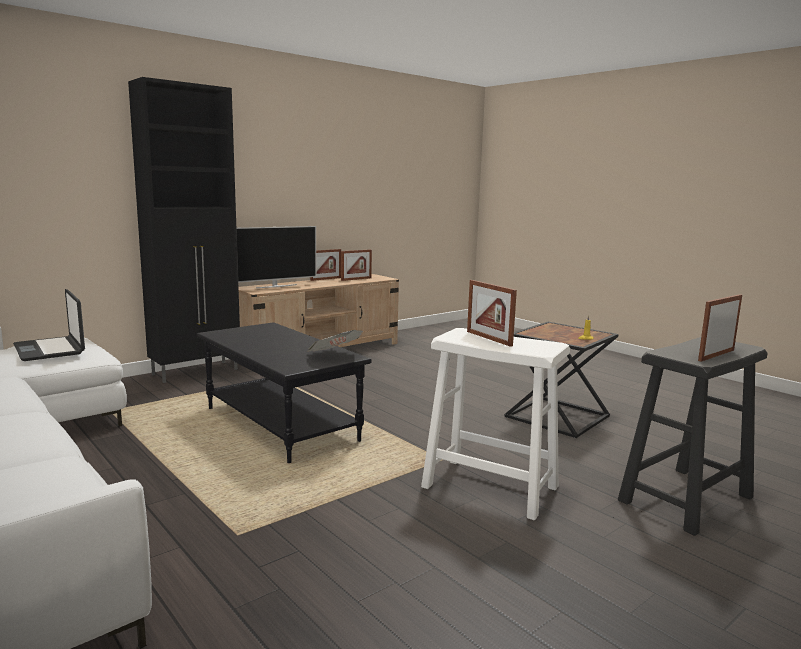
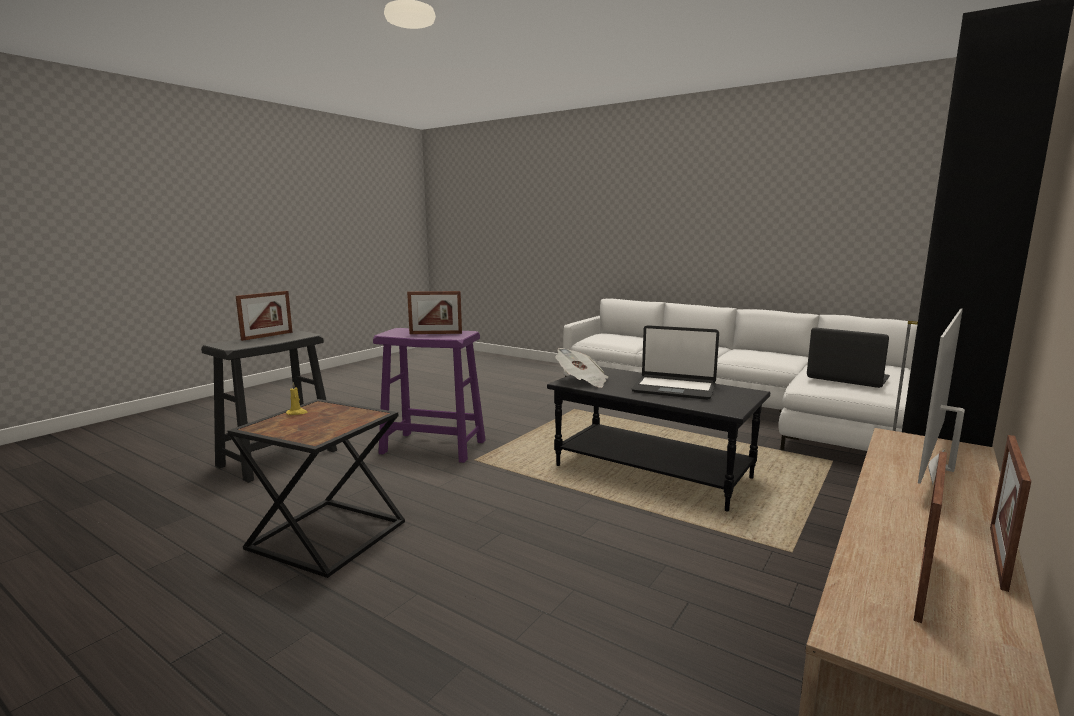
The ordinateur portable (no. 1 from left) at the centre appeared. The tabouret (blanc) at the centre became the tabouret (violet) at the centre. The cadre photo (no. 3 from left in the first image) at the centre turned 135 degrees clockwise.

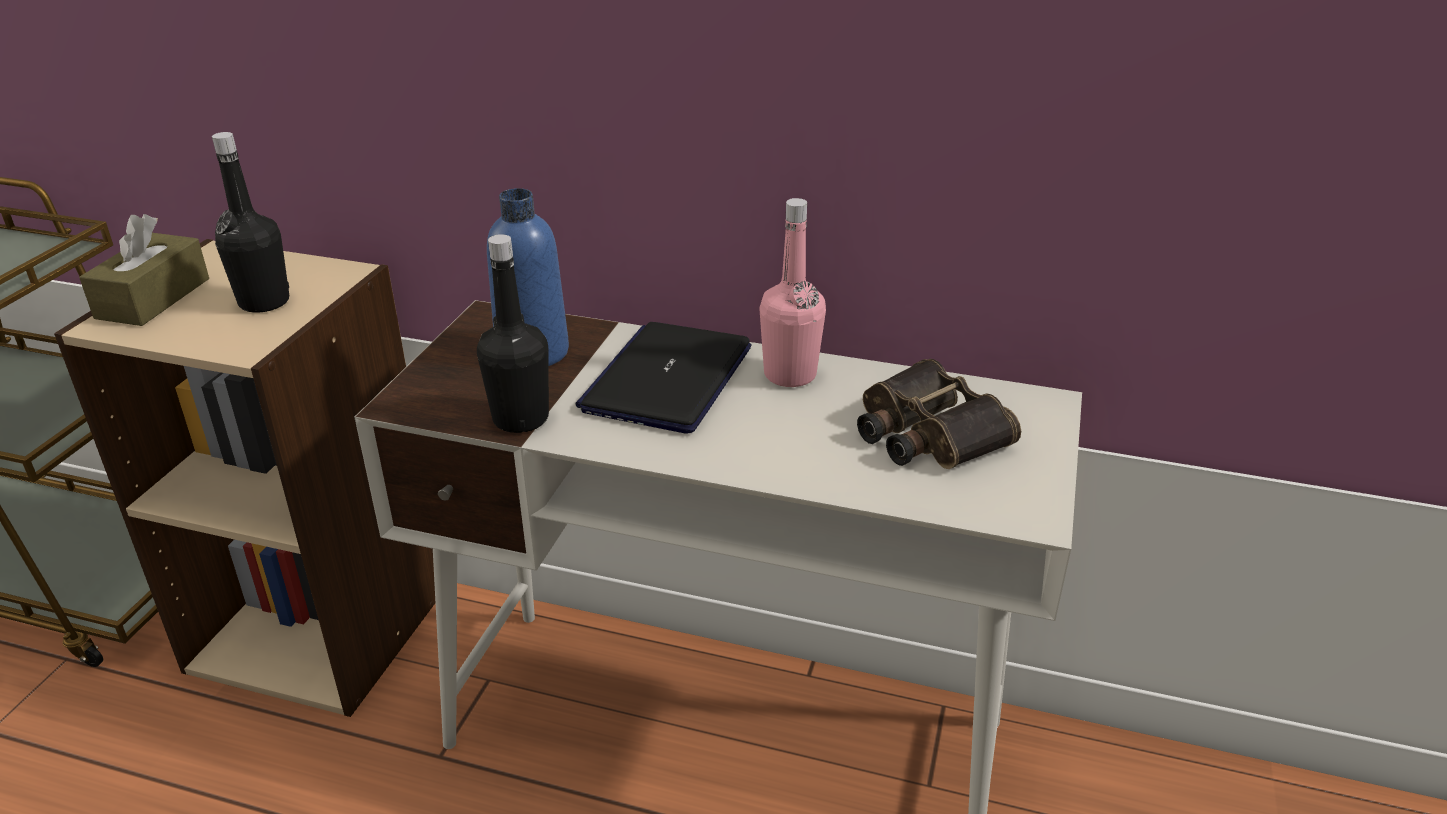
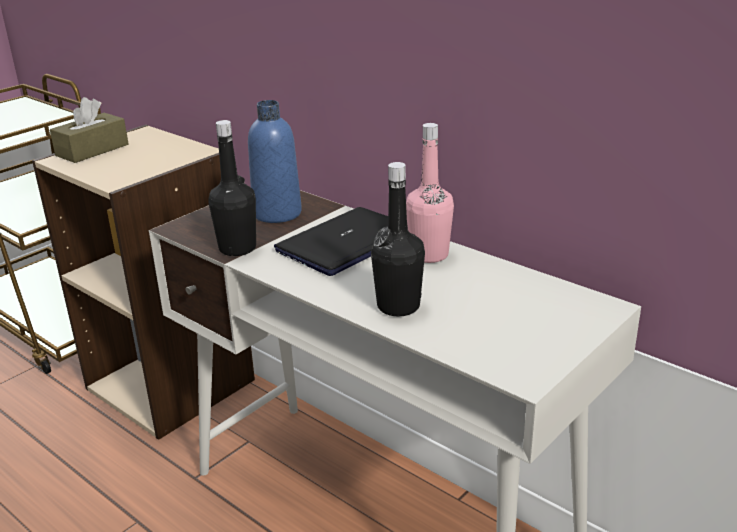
The jumelles at the centre disappeared. The bouteille (noir) (no. 1 from left in the first image) moved from the top left to the centre.

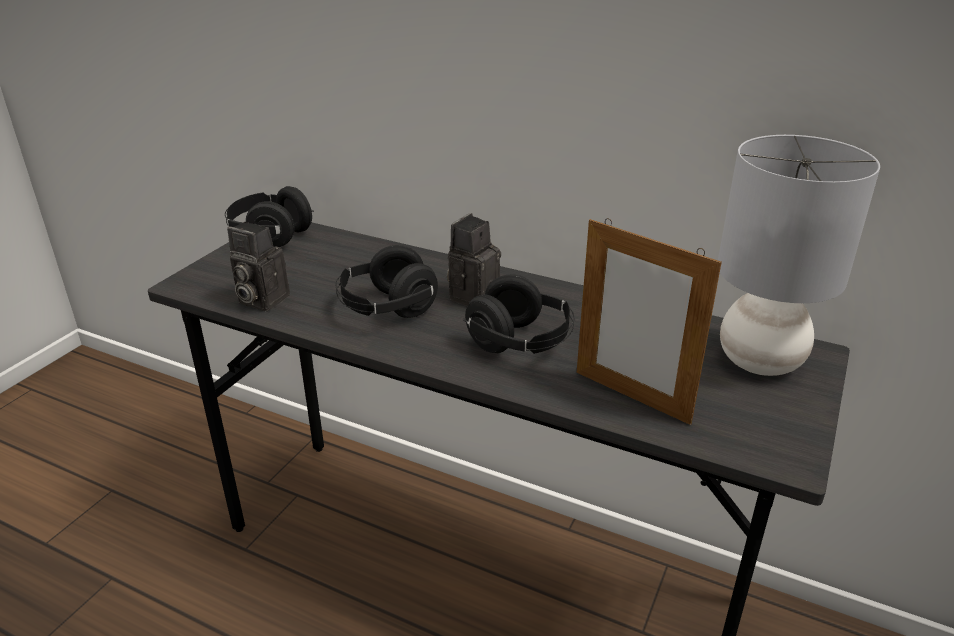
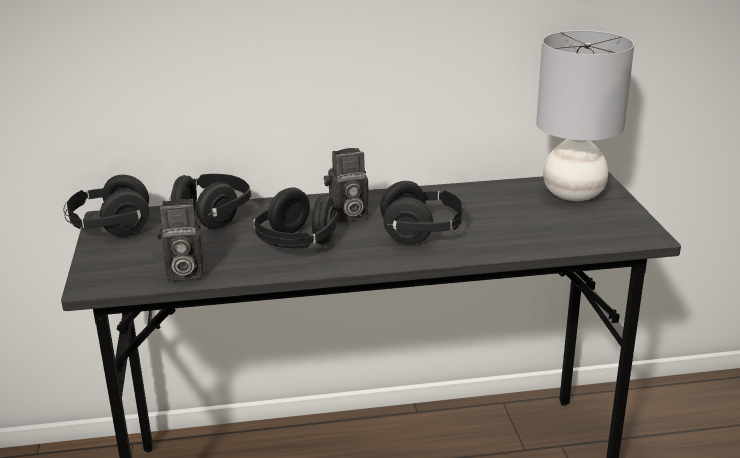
The cadre photo at the middle right disappeared. The casque audio (noir) (no. 2 from left) at the middle left appeared. The appareil photo (no. 2 from left) at the centre turned 105 degrees counterclockwise.

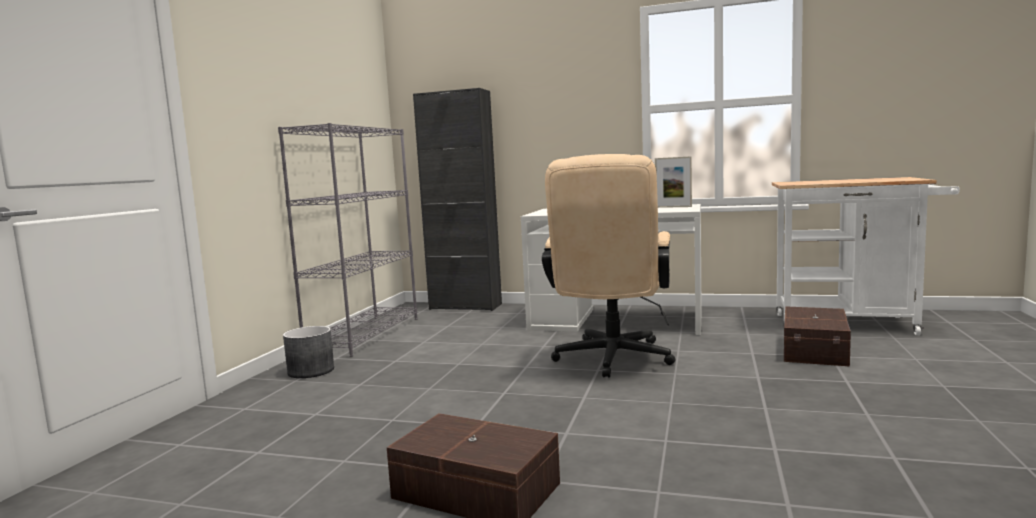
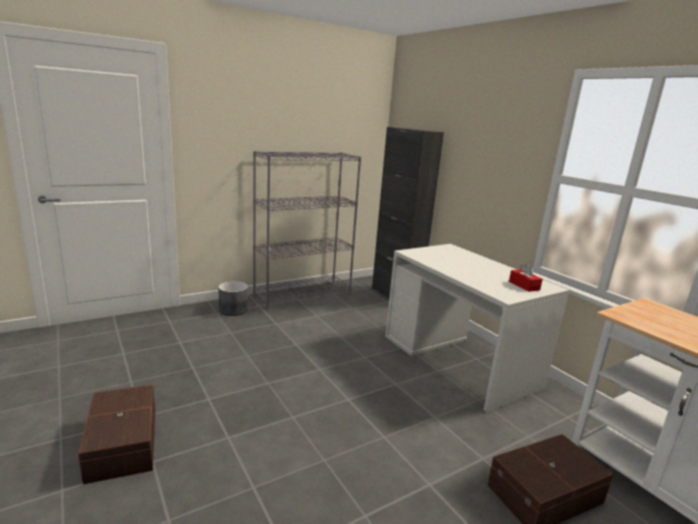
The chaise de bureau (beige) at the centre disappeared. The cadre photo at the centre was replaced by the boîte à mouchoirs (rouge) at the middle right.

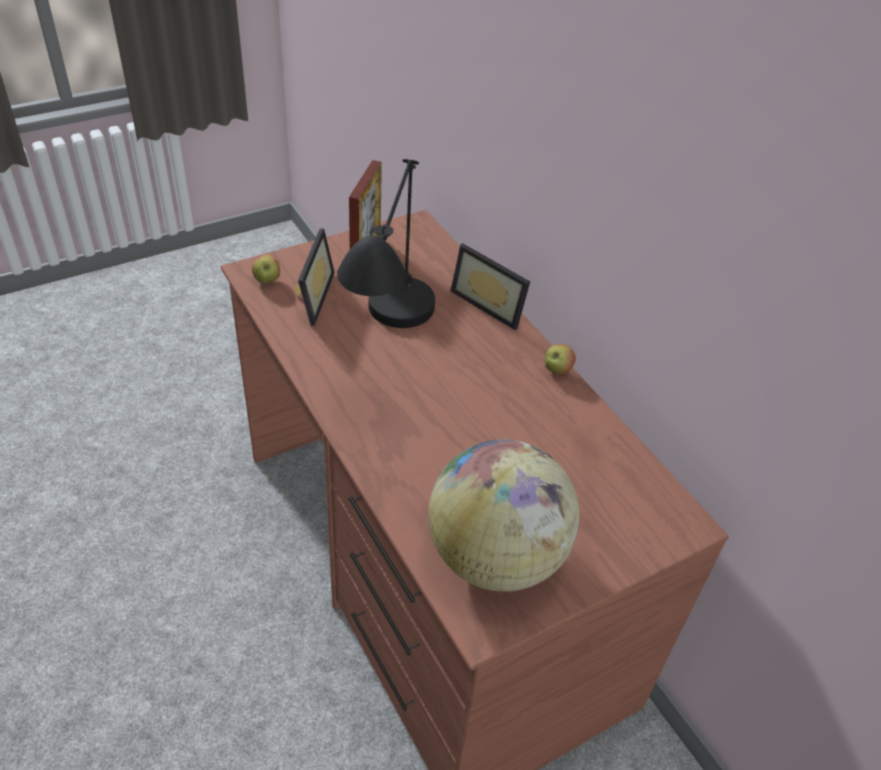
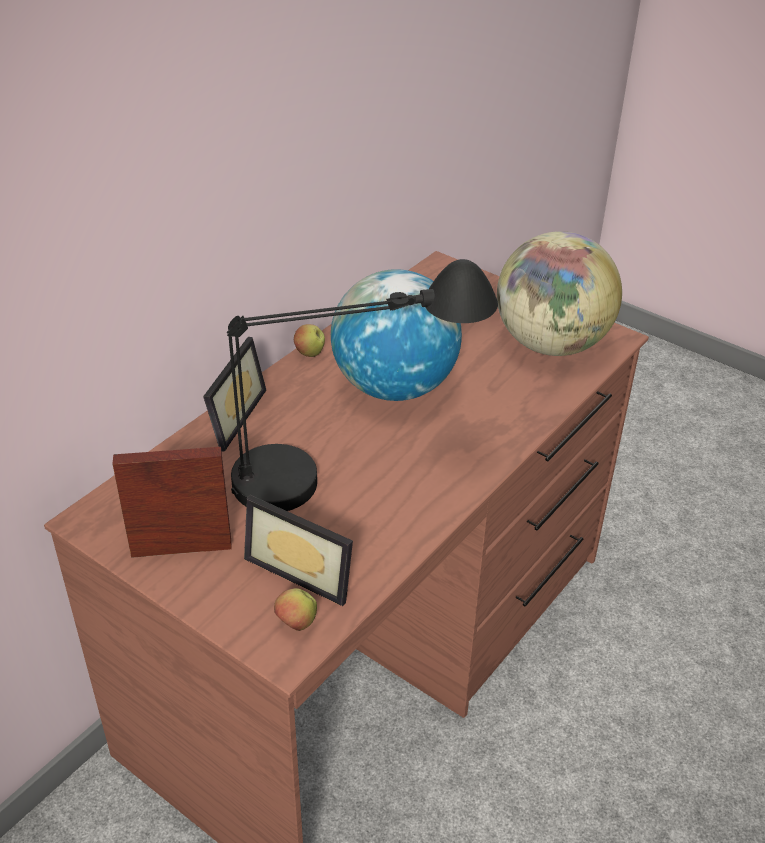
The globe (no. 1 from left) at the centre appeared. The cadre photo (no. 1 from left in the first image) at the centre turned 135 degrees counterclockwise.

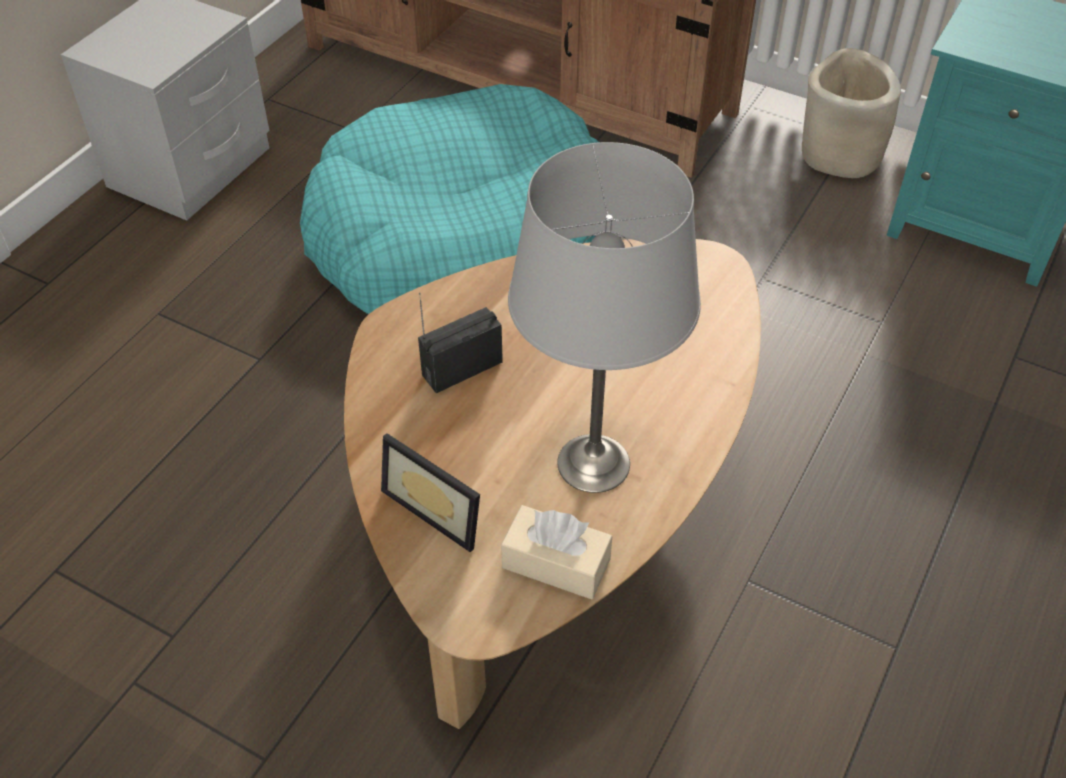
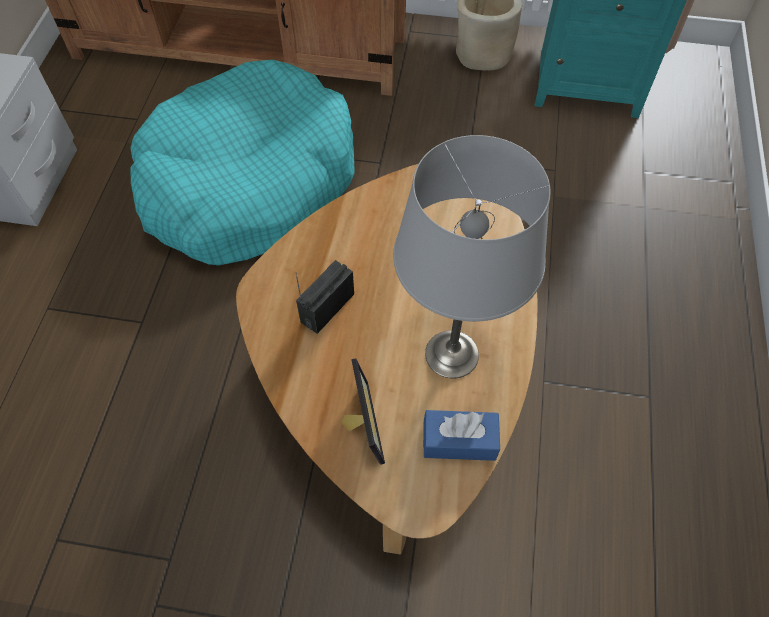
The boîte à mouchoirs (beige) at the bottom centre became the boîte à mouchoirs (bleu) at the bottom centre. The cadre photo at the centre turned 120 degrees counterclockwise.

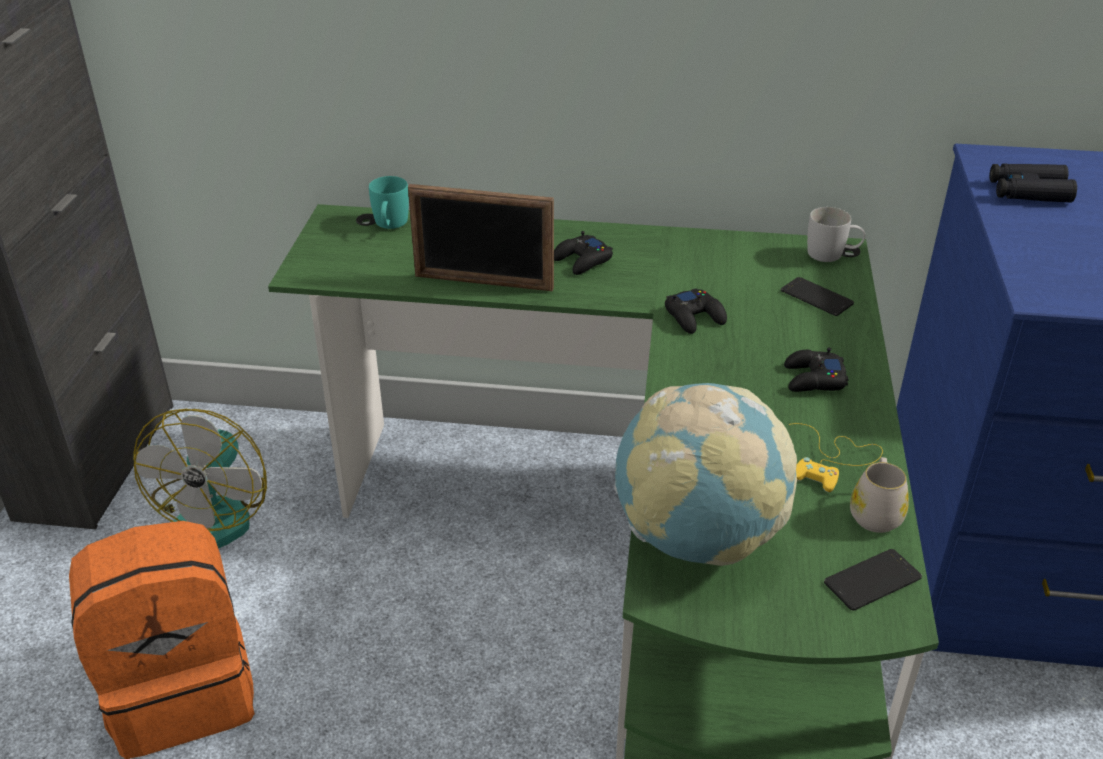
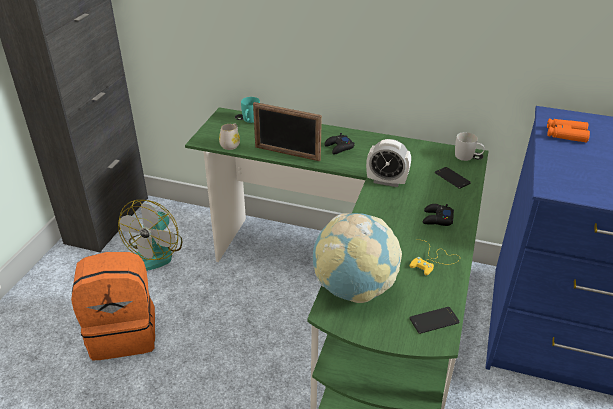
The mug (blanc) (no. 2 from left in the first image) moved from the middle right to the centre. The manette (noir) (no. 2 from left) at the centre was replaced by the réveil at the centre. The jumelles (noir) at the top right became the jumelles (orange) at the top right.

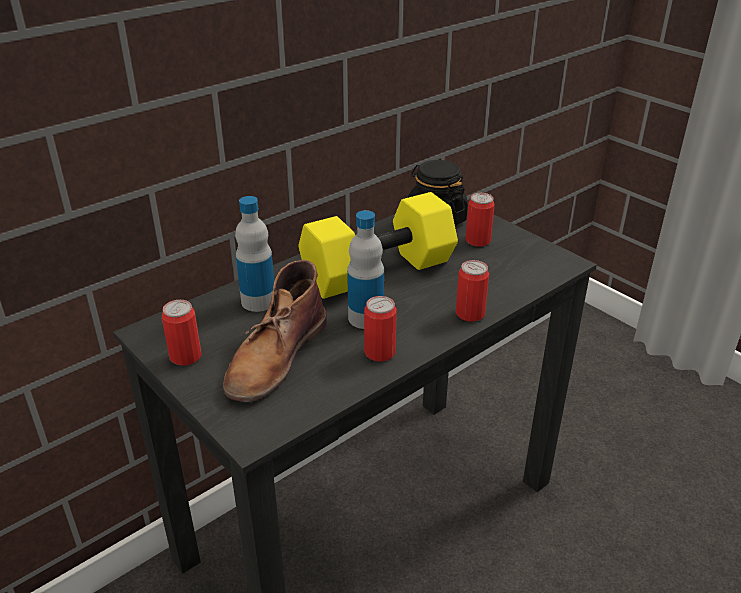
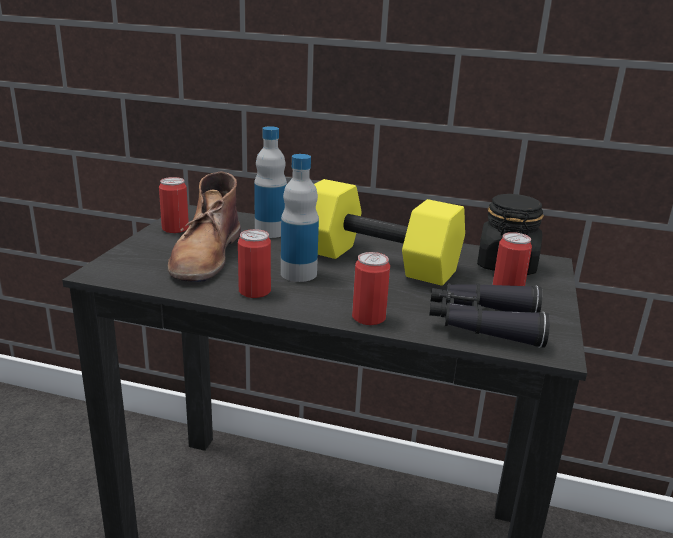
The jumelles (noir) at the middle right appeared. The botte (marron) at the centre turned 75 degrees counterclockwise.

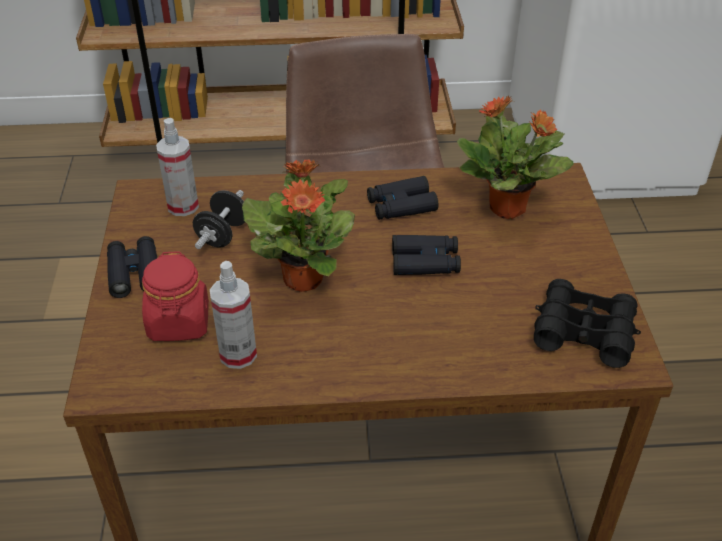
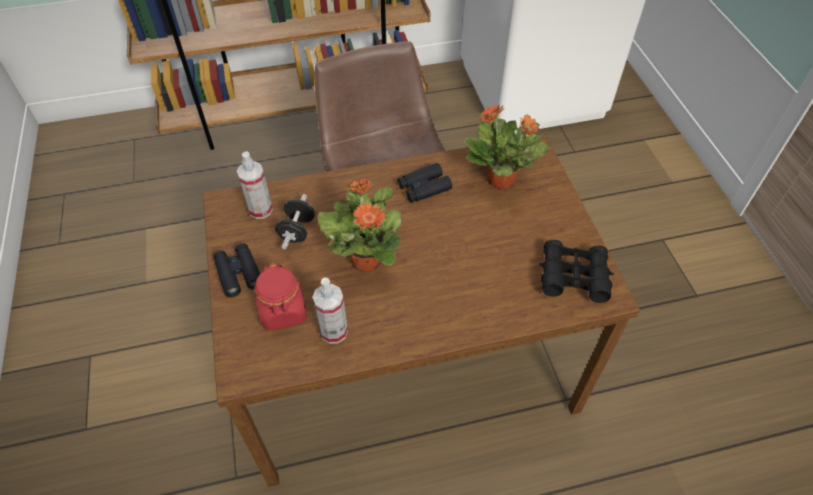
The jumelles (noir) (no. 3 from left) at the centre disappeared.

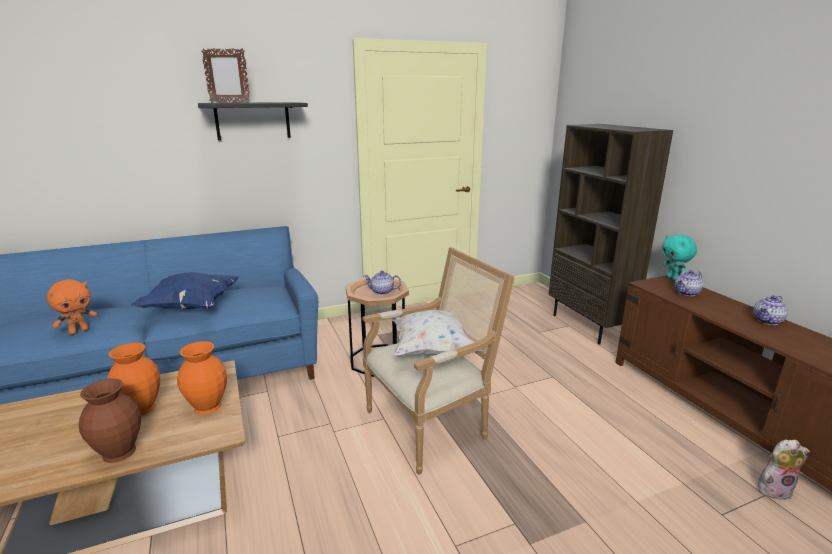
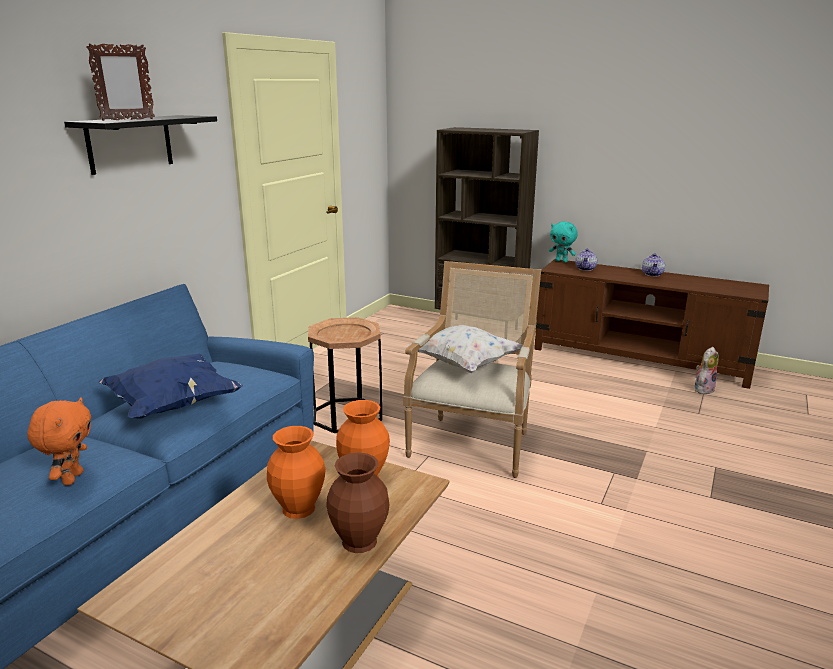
The théière (no. 1 from left) at the centre disappeared.

